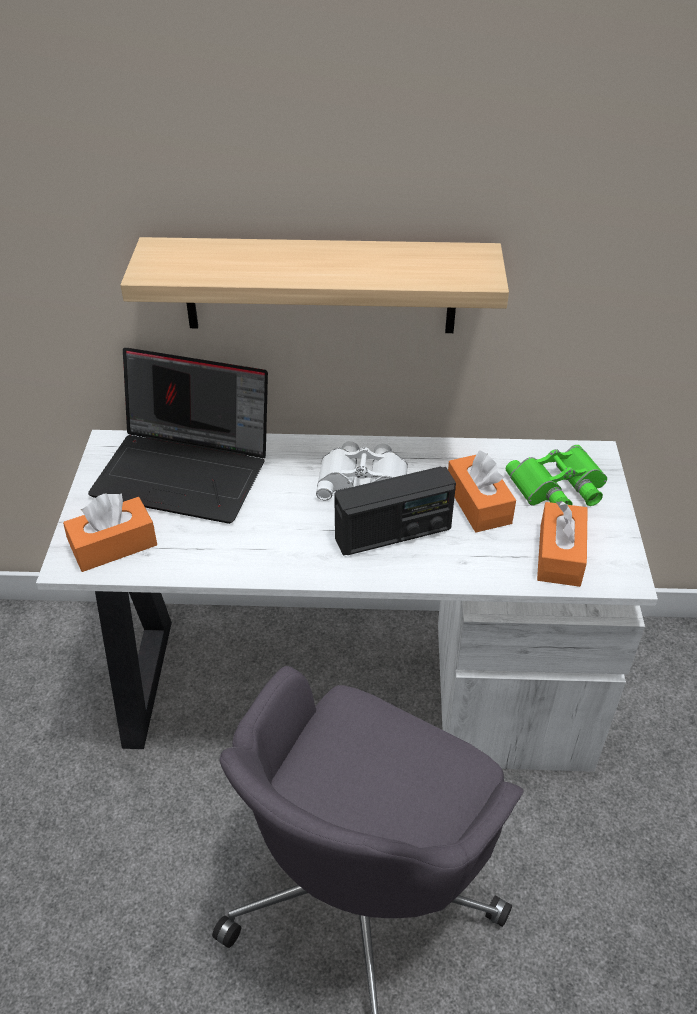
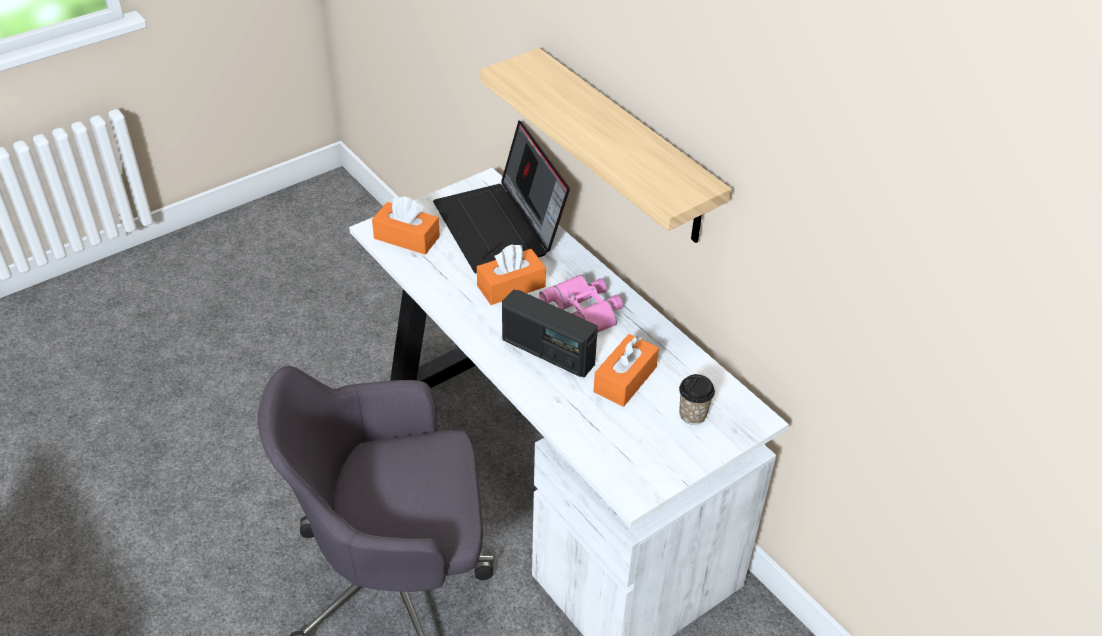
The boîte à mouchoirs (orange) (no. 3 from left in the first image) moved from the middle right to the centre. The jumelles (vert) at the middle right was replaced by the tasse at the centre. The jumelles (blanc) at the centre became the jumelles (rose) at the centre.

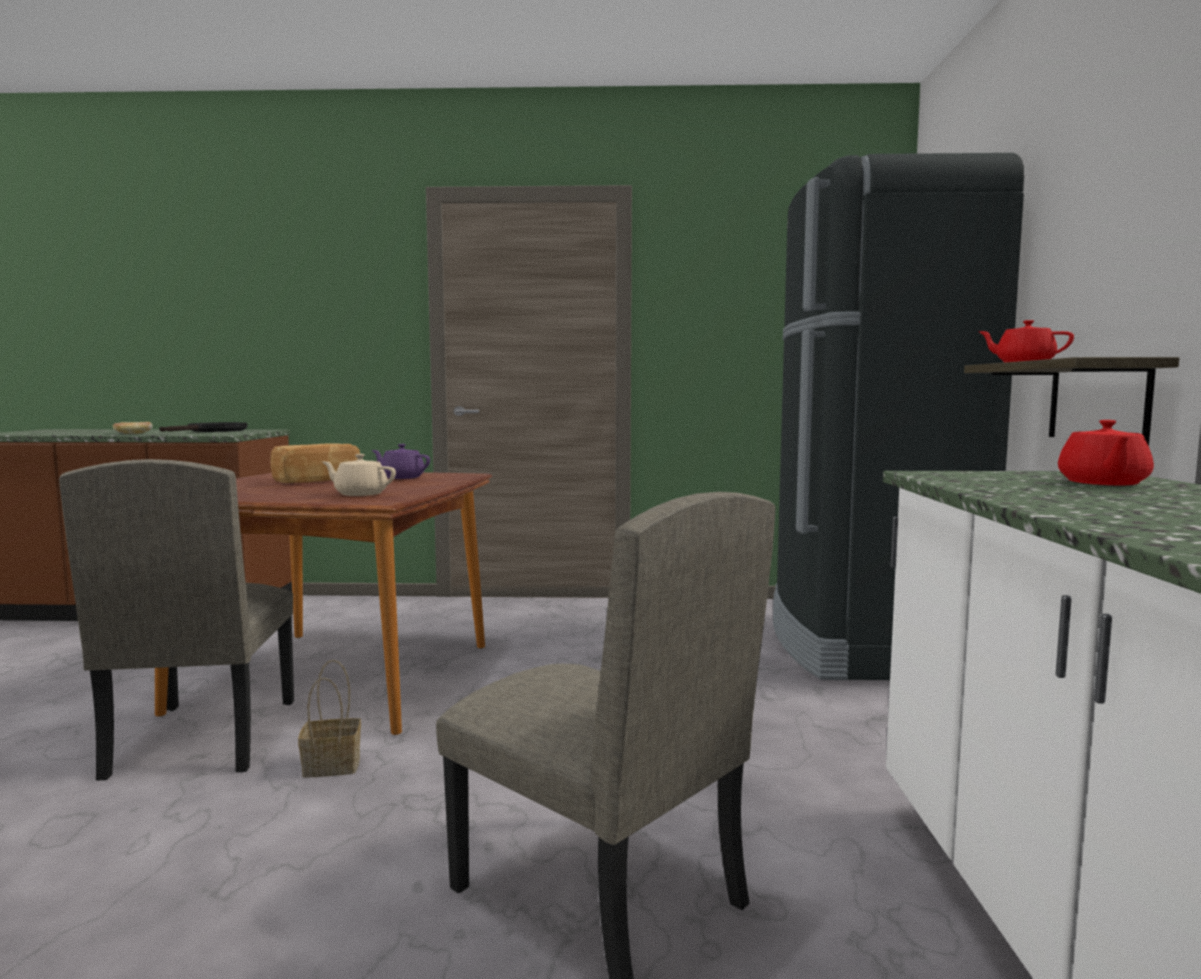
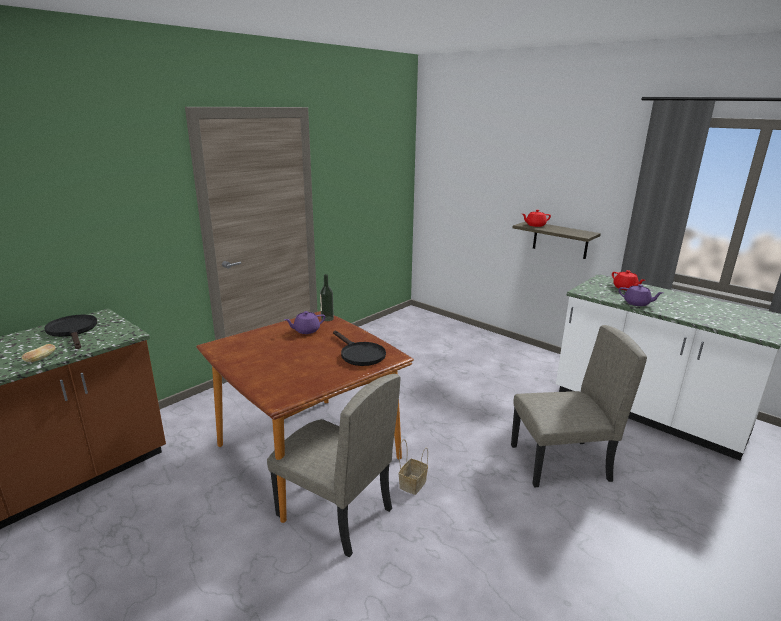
The pain (no. 2 from left) at the middle left disappeared. The réfrigérateur (noir) at the middle right disappeared. The bouteille at the centre appeared. The théière (violet) (no. 2 from left) at the middle right appeared. The théière (beige) at the middle left was replaced by the poêle (noir) (no. 2 from left) at the centre.

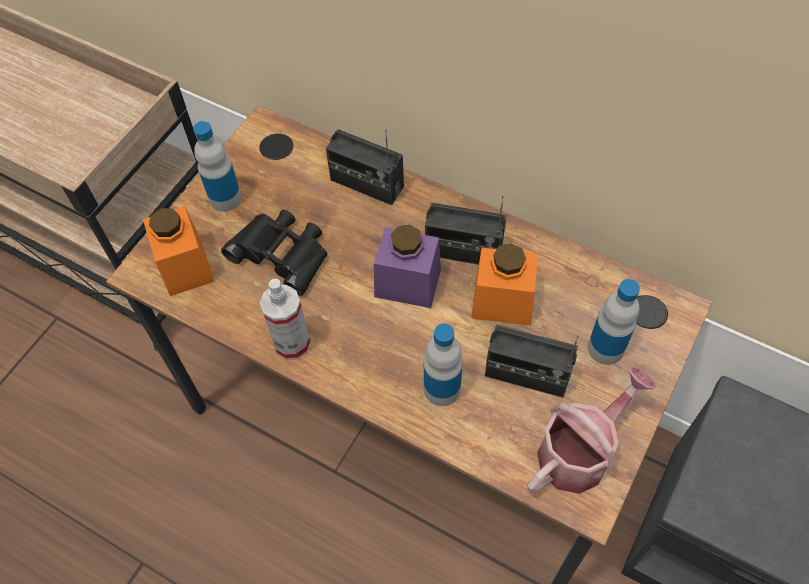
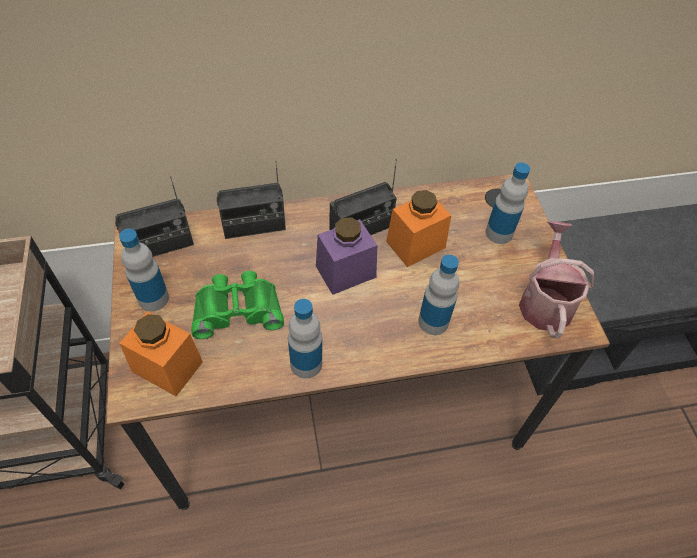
The radio (no. 3 from left in the first image) moved from the centre to the middle left. The vaporisateur at the centre was replaced by the bouteille (no. 2 from left) at the centre. The jumelles (noir) at the centre became the jumelles (vert) at the centre.

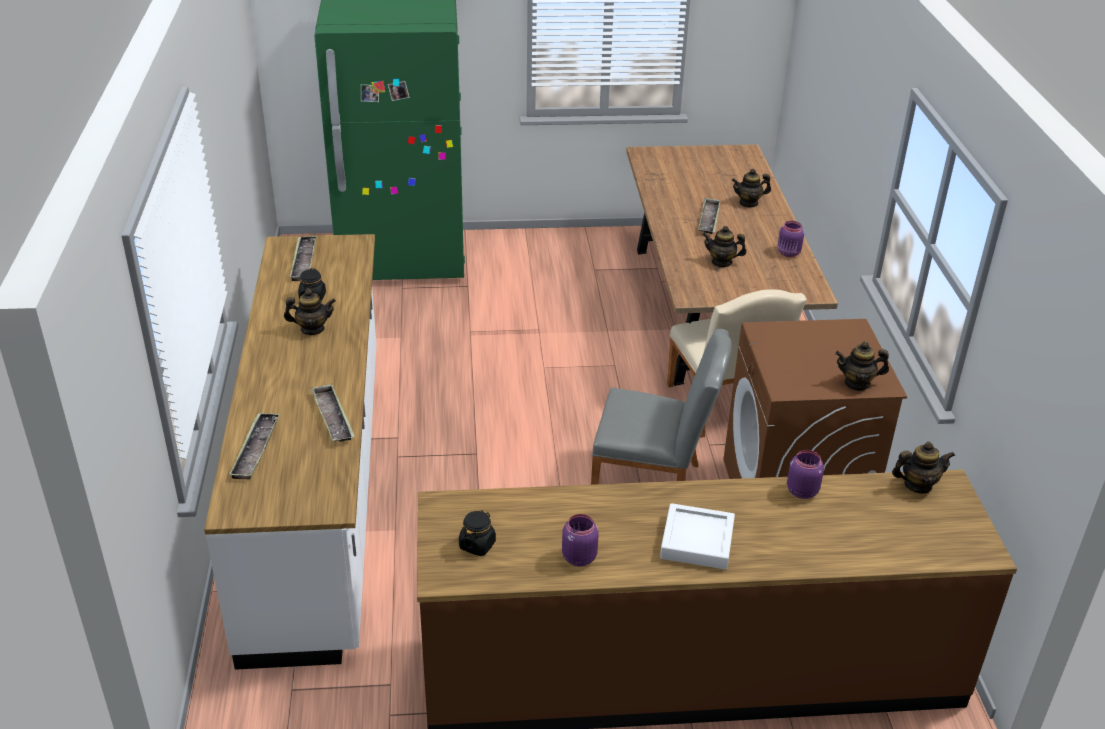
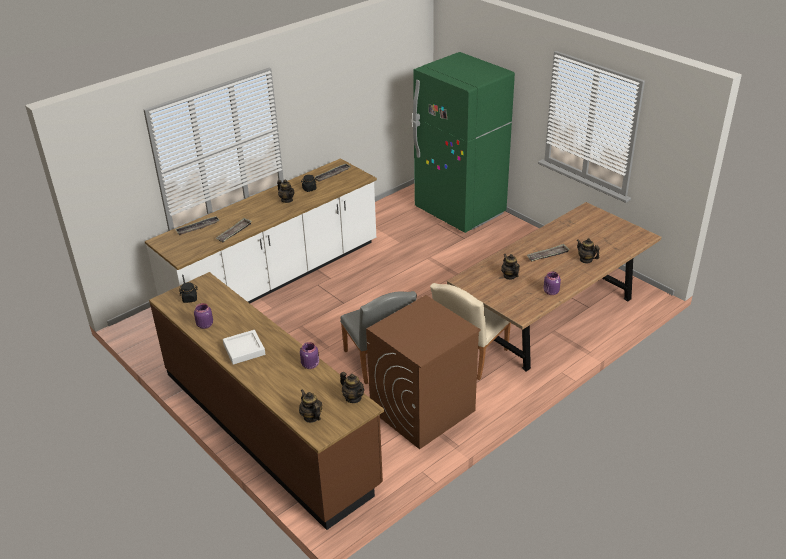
The théière (no. 4 from left in the first image) moved from the middle right to the bottom centre.

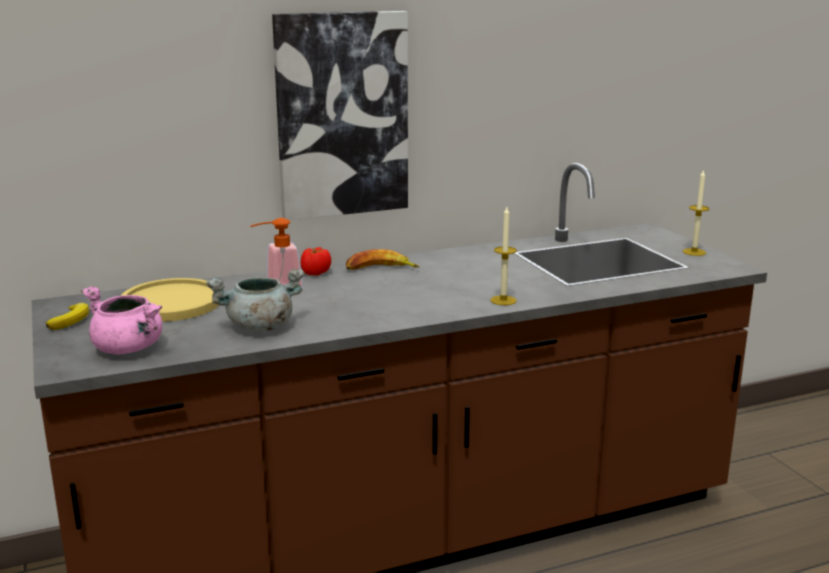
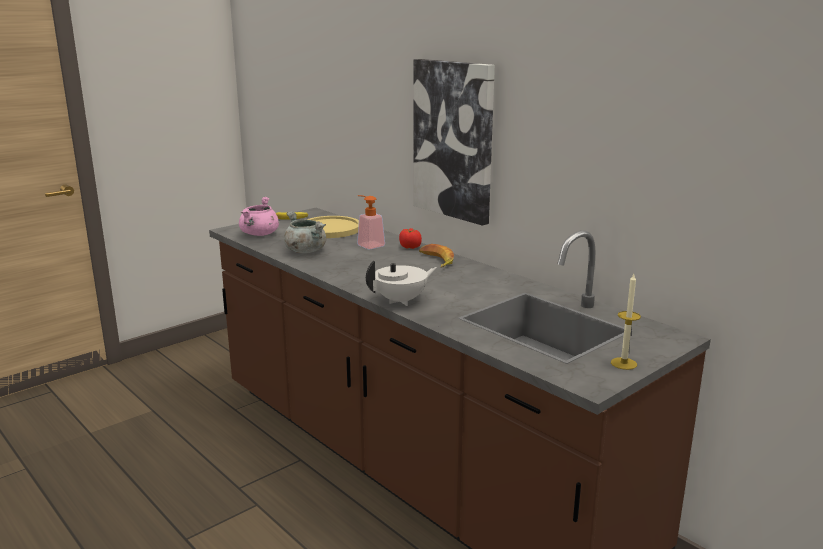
The bougie (no. 1 from left) at the centre was replaced by the théière (blanc) at the centre.

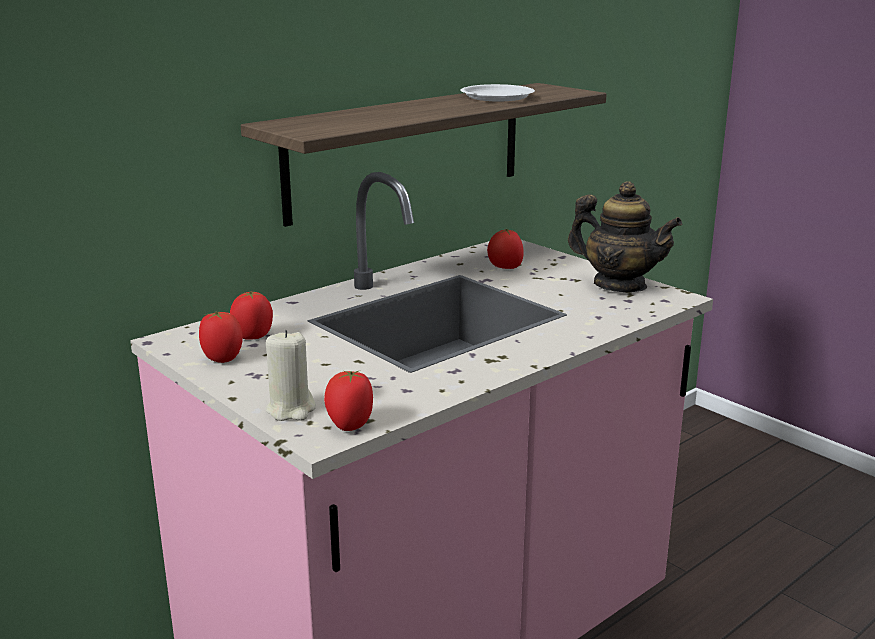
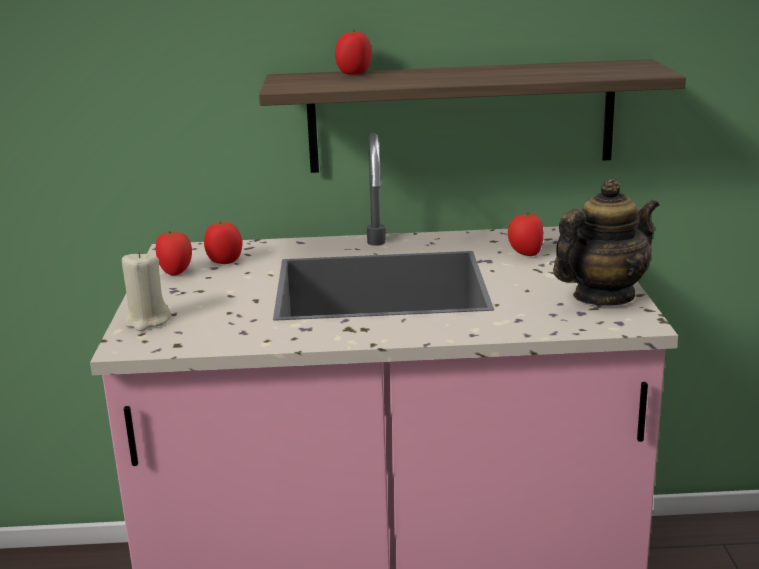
The assiette (blanc) at the top centre disappeared. The tomate (no. 3 from left) moved from the centre to the top centre. The théière at the middle right turned 105 degrees counterclockwise.

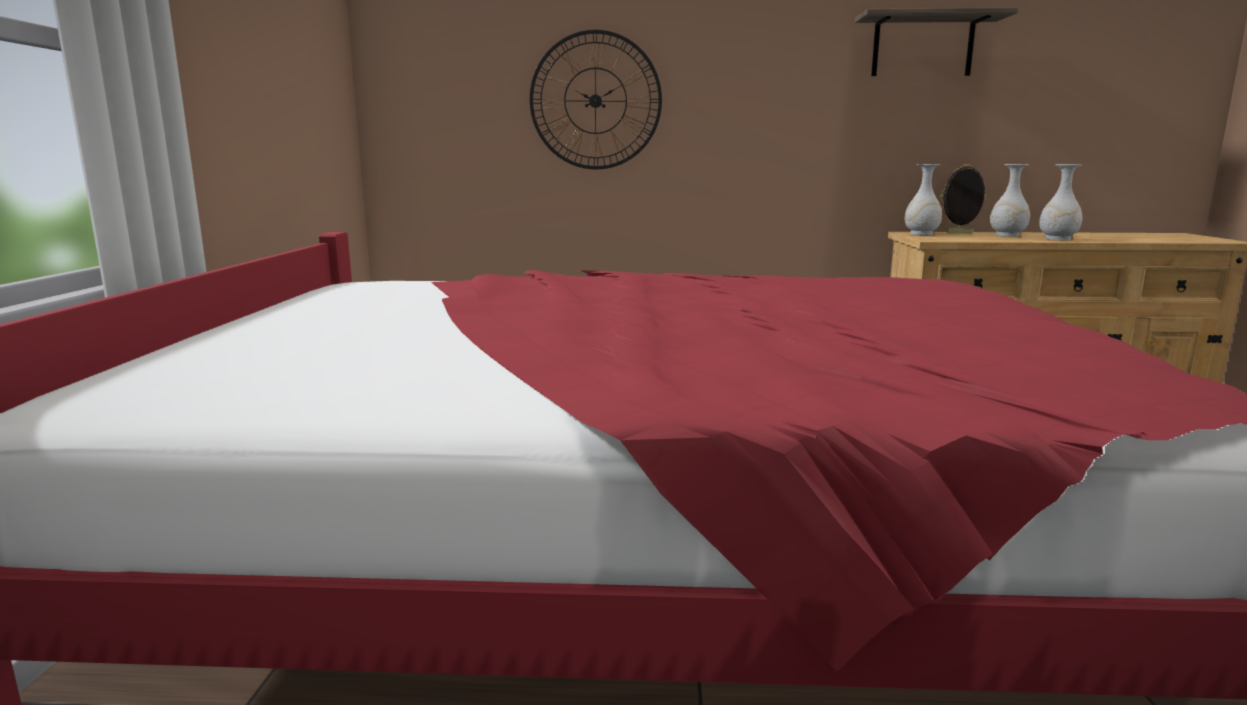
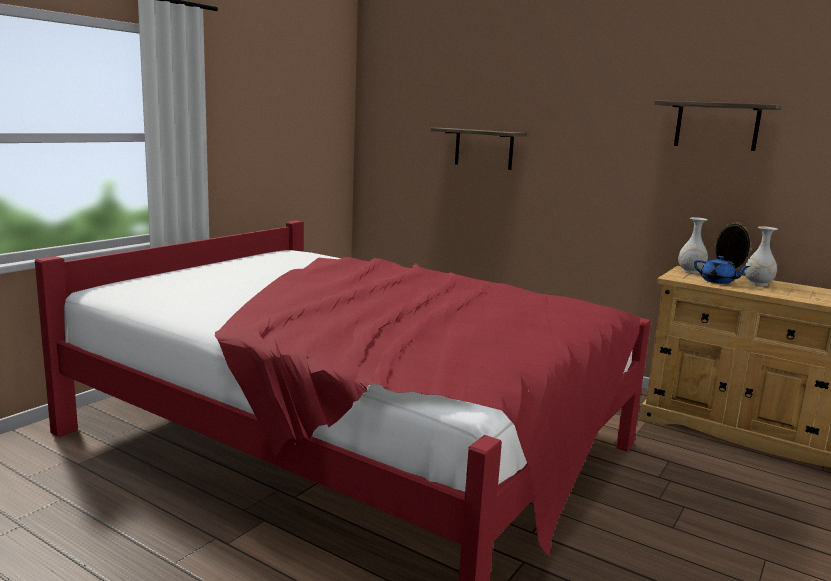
The vase (blanc) (no. 3 from left) at the top right disappeared. The théière (bleu) at the middle right appeared. The horloge murale at the top centre was replaced by the étagère (no. 1 from left) at the top centre.

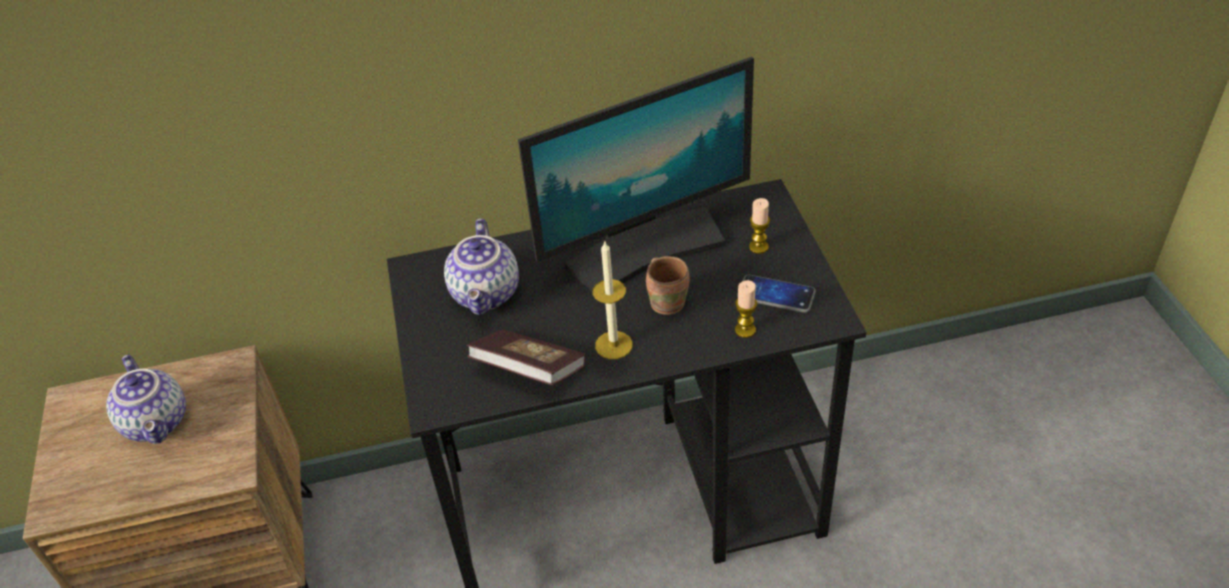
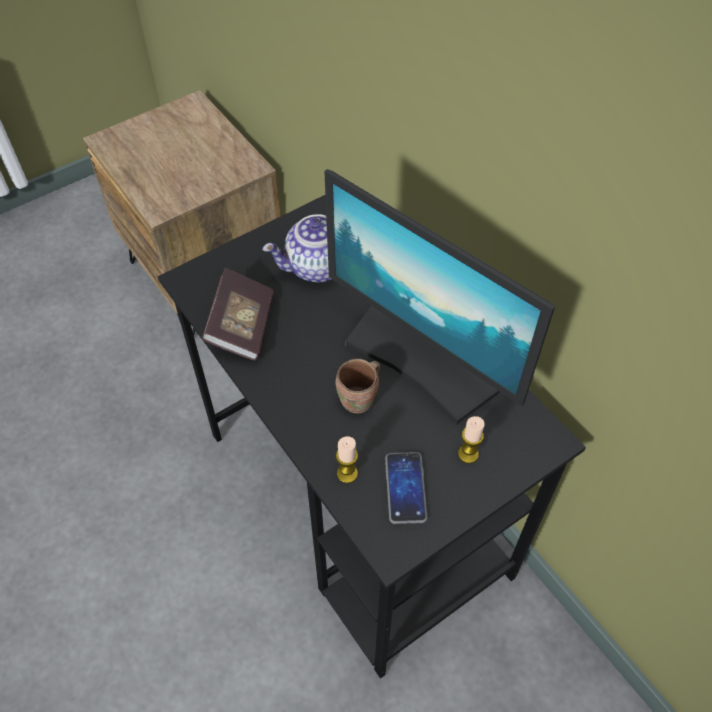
The théière (no. 1 from left) at the bottom left disappeared. The bougie (no. 1 from left) at the centre disappeared.

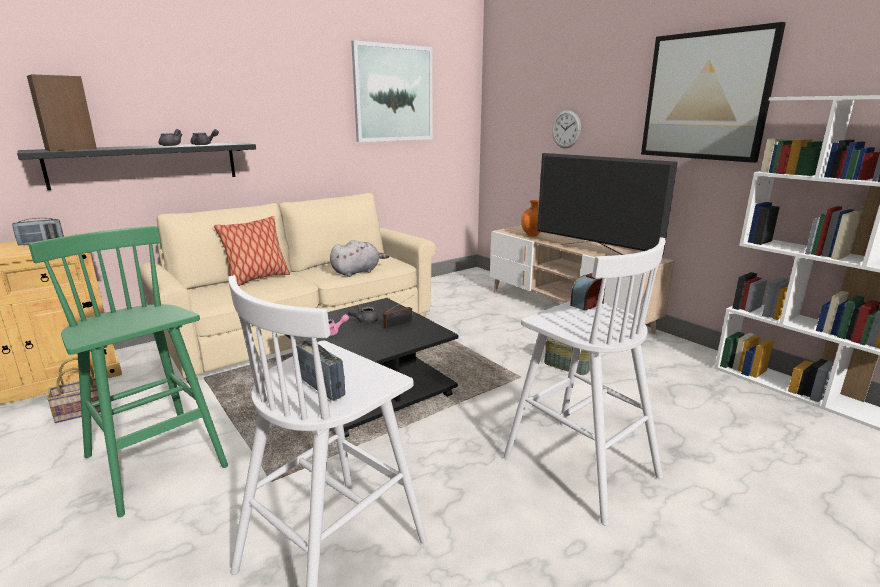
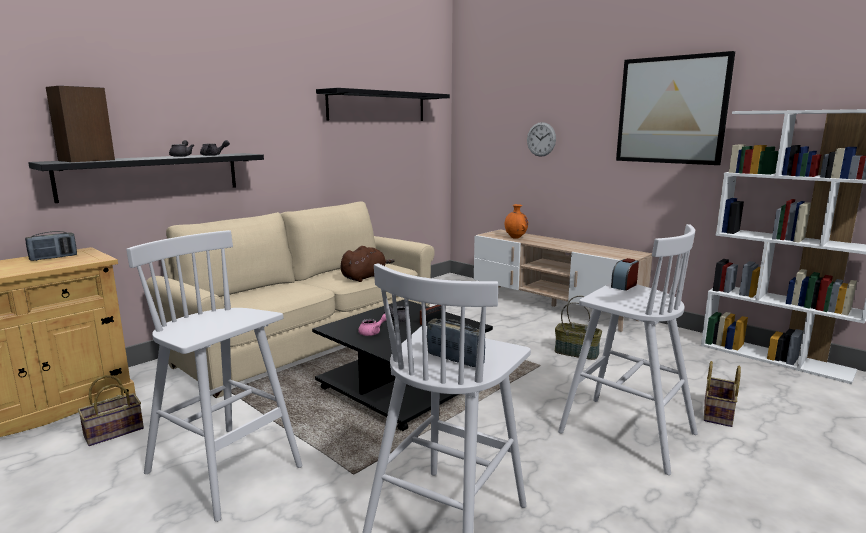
The coussin at the middle left disappeared. The téléviseur at the middle right disappeared. The panier (no. 3 from left) at the bottom right appeared. The tableau (no. 1 from left) at the top centre was replaced by the étagère (noir) (no. 2 from left) at the top centre. The tabouret (vert) at the middle left became the tabouret (blanc) (no. 1 from left) at the bottom left. The peluche (gris) at the centre became the peluche (marron) at the centre.

